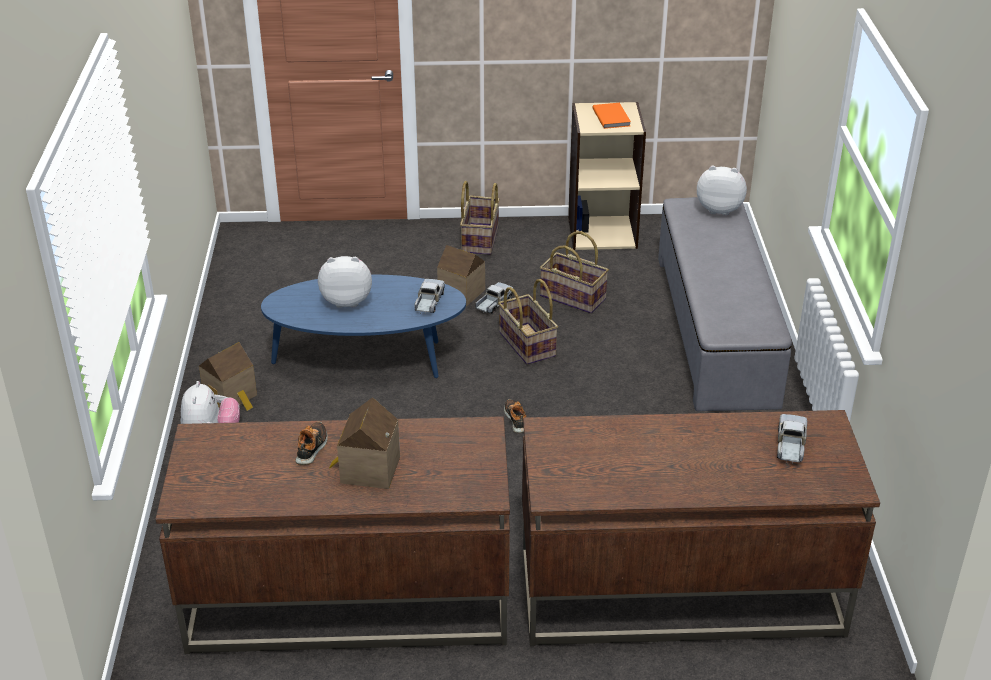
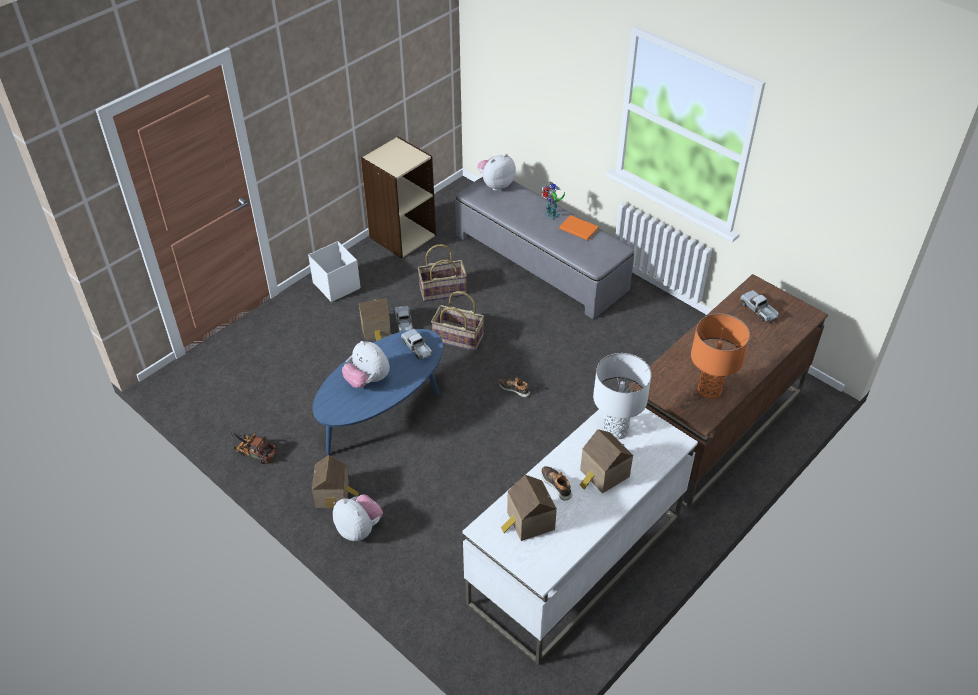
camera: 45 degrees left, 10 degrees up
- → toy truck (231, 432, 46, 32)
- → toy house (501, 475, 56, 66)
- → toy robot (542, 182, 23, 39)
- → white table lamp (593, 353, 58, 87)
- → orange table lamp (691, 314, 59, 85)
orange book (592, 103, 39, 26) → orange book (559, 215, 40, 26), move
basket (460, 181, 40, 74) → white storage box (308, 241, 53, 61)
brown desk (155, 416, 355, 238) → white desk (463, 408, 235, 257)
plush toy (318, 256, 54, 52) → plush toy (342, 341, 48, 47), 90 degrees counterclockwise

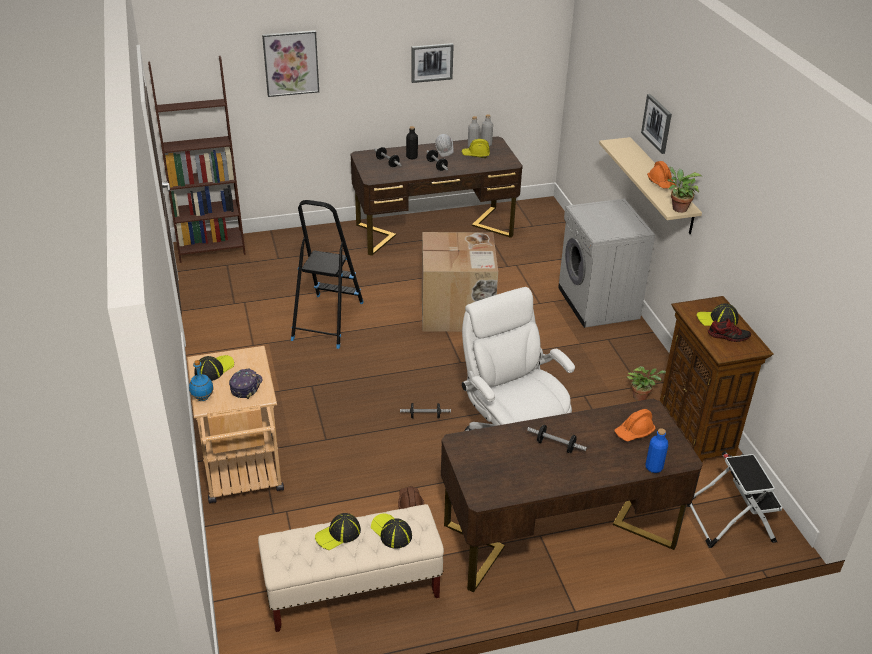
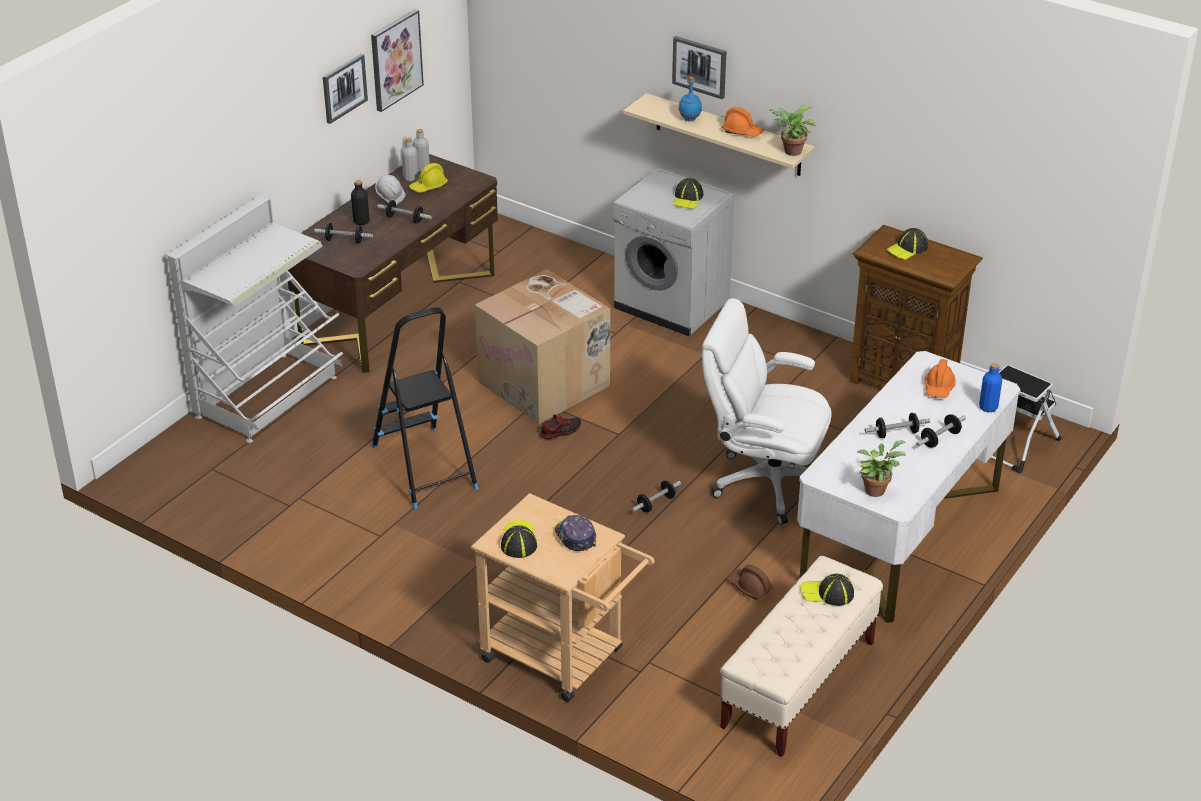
camera: 40 degrees left, 0 degrees up
brown bookcase (148, 56, 98, 207) → -
- → white shoe rack (167, 195, 176, 248)
- → dumbbell (916, 414, 50, 34)
blue bottle (189, 360, 25, 41) → blue bottle (679, 76, 23, 46), move
picture (262, 30, 57, 67) → picture (371, 9, 53, 103), move
cap (315, 513, 46, 37) → cap (672, 178, 31, 31), move
potted plant (627, 366, 39, 35) → potted plant (857, 440, 49, 57), move
shoe (708, 318, 43, 24) → shoe (540, 414, 41, 25), move
brown desk (441, 399, 262, 193) → white desk (797, 351, 223, 272)

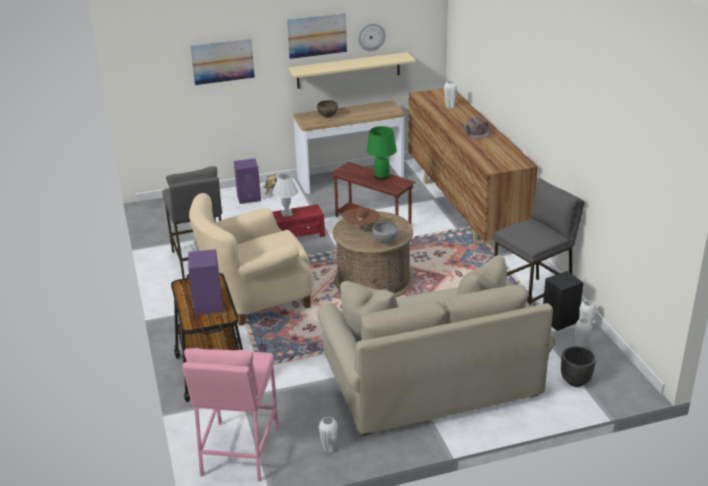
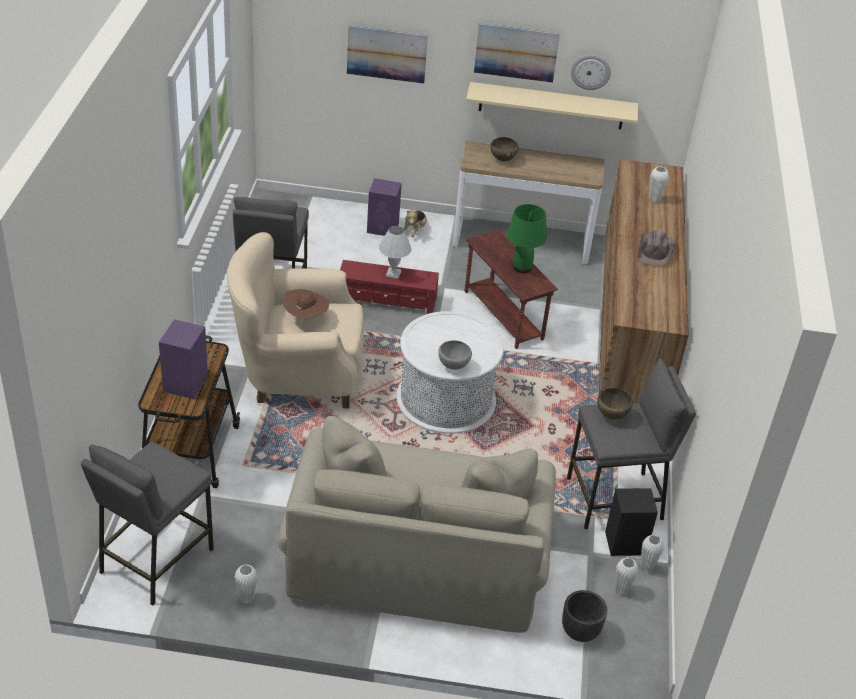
camera: 20 degrees right, 10 degrees up
- → brown bowl (597, 388, 36, 32)
brown hat (342, 207, 38, 24) → brown hat (283, 289, 46, 33), move
pink stool (183, 348, 96, 134) → grey stool (81, 442, 133, 164)
brown coffee table (333, 211, 80, 86) → white coffee table (396, 311, 108, 123)

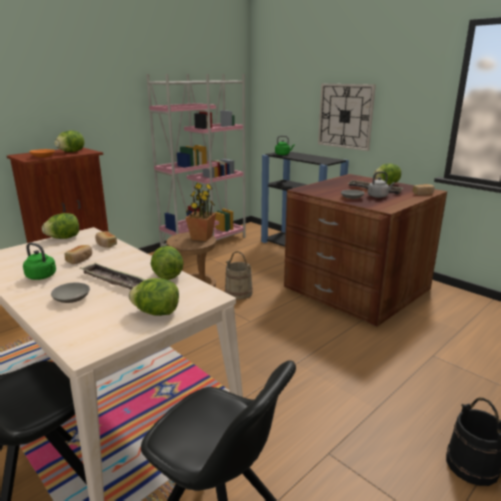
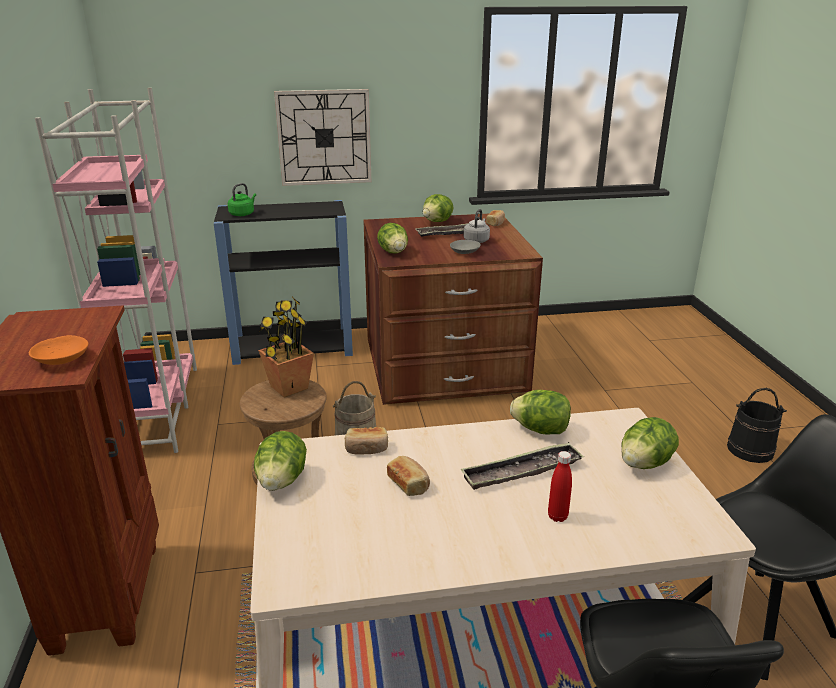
camera: 55 degrees left, 5 degrees up
green kettle (23, 243, 33, 37) → -
lettuce (54, 130, 30, 22) → lettuce (377, 223, 31, 31), move
grey bowl (51, 282, 39, 21) → red bottle (548, 451, 24, 71)

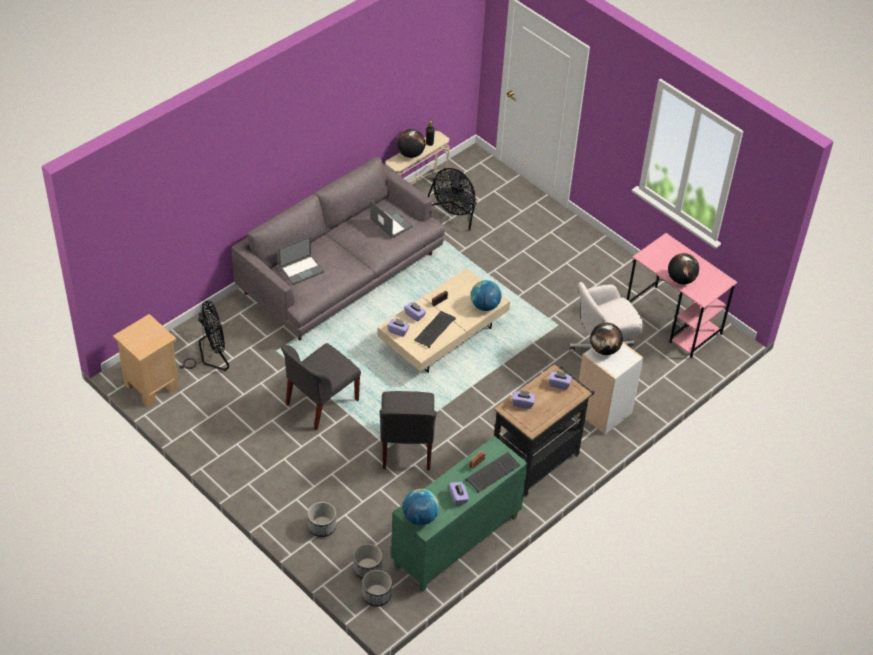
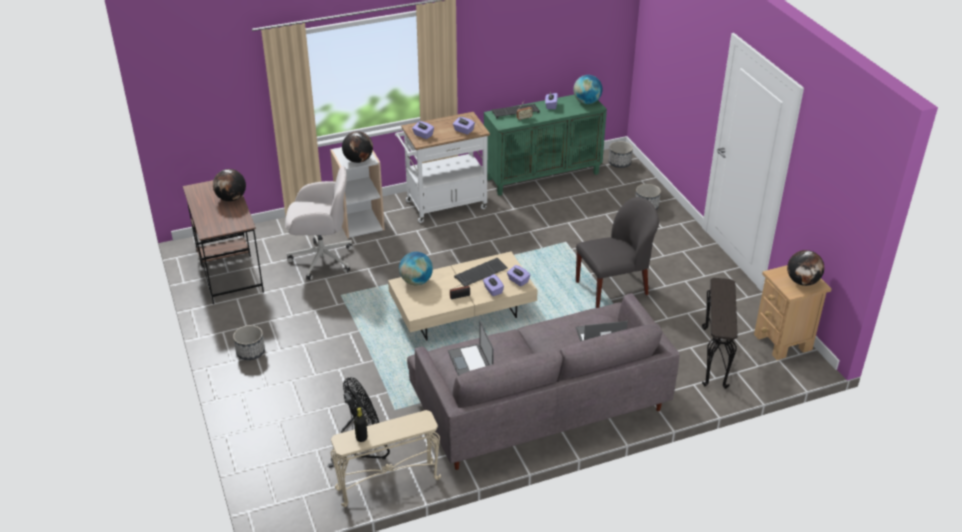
camera: 155 degrees left, 10 degrees down
grey chair (380, 391, 57, 79) → -
planter (353, 544, 29, 35) → planter (233, 325, 32, 35), move
globe (397, 129, 29, 29) → globe (787, 250, 37, 36), move
black fan (179, 300, 50, 72) → black side table (702, 278, 36, 111)
black cart (494, 364, 100, 133) → white cart (395, 112, 95, 111)
pink desk (627, 233, 110, 125) → brown desk (183, 180, 81, 124)

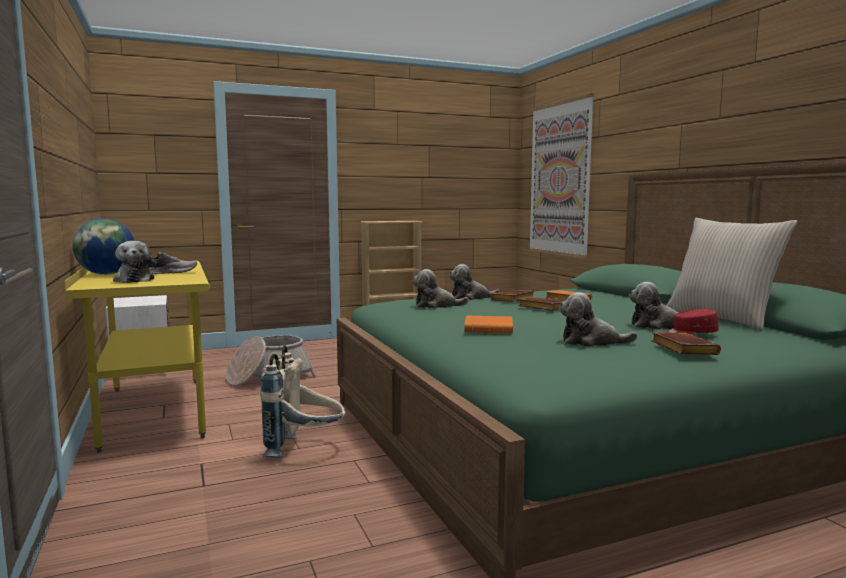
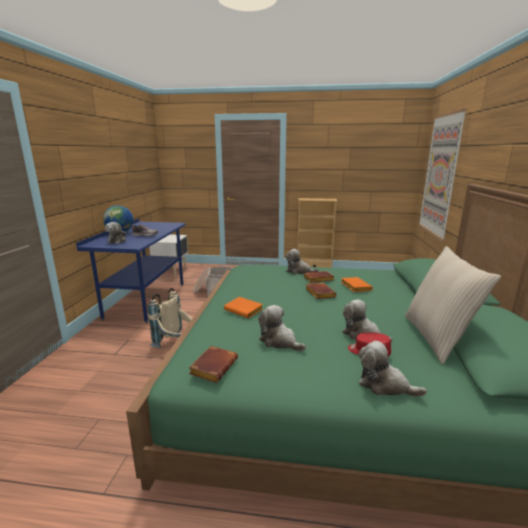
camera: 30 degrees right, 10 degrees up
plush toy (412, 269, 57, 39) → plush toy (359, 341, 68, 56), move
brown book (651, 332, 70, 23) → brown book (189, 346, 49, 37), move
yellow desk (64, 261, 146, 192) → blue desk (76, 218, 110, 106)

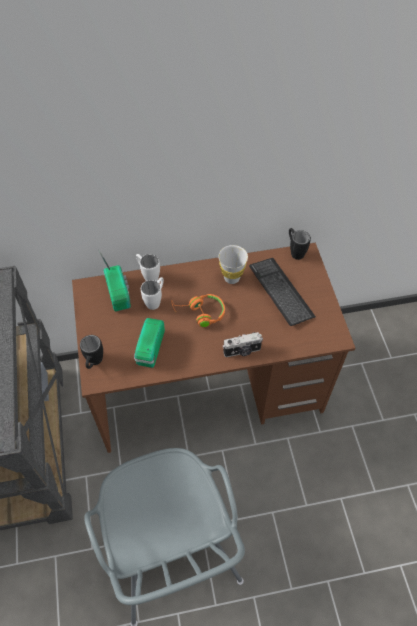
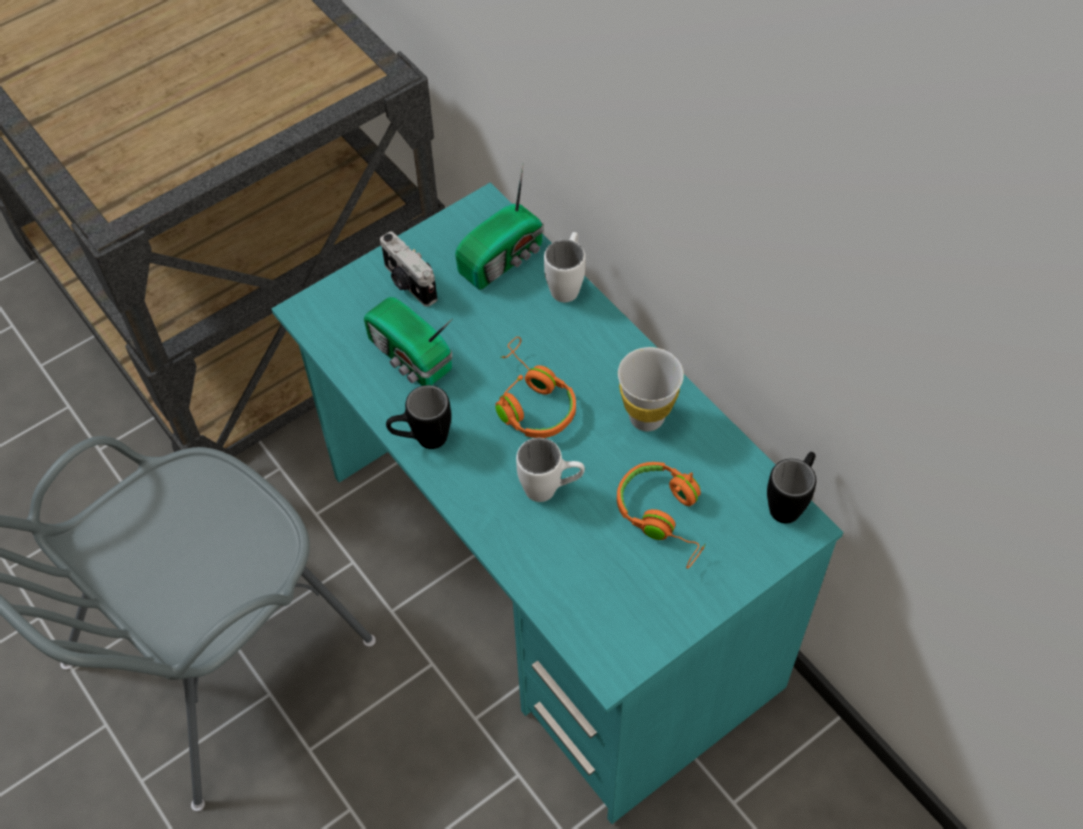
camera: 65 degrees right, 0 degrees up
black mug (80, 335, 23, 34) → black mug (386, 385, 65, 64), move
white mug (141, 277, 23, 33) → white mug (516, 438, 69, 64), move
photo camera (223, 332, 40, 25) → photo camera (380, 231, 57, 76), move
keyboard (249, 258, 67, 68) → orange headphones (617, 462, 89, 107)
brown desk (72, 243, 283, 210) → turquoise desk (271, 182, 572, 642)
radio (134, 318, 31, 50) → radio (364, 297, 89, 89), 120 degrees counterclockwise

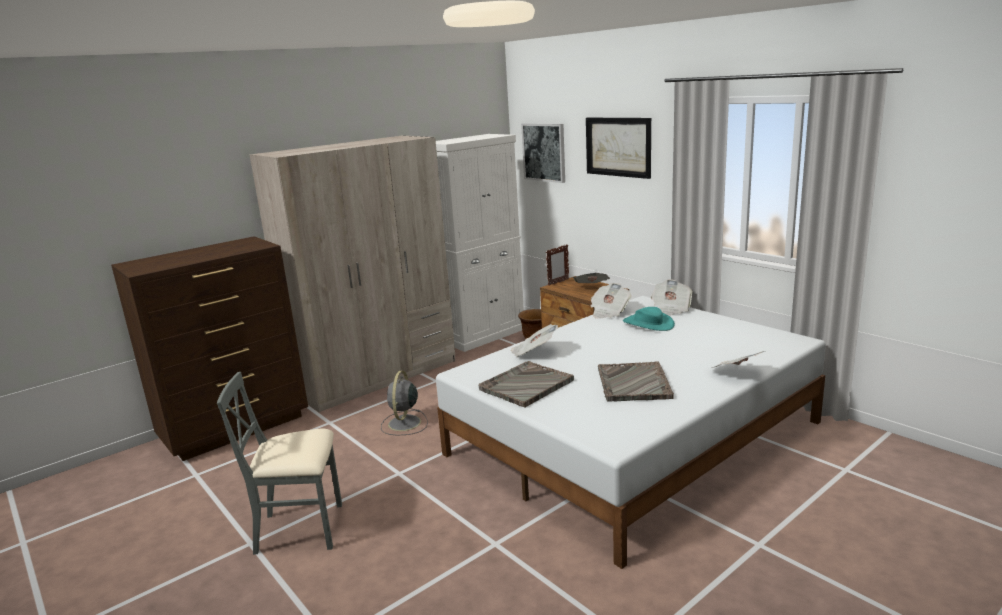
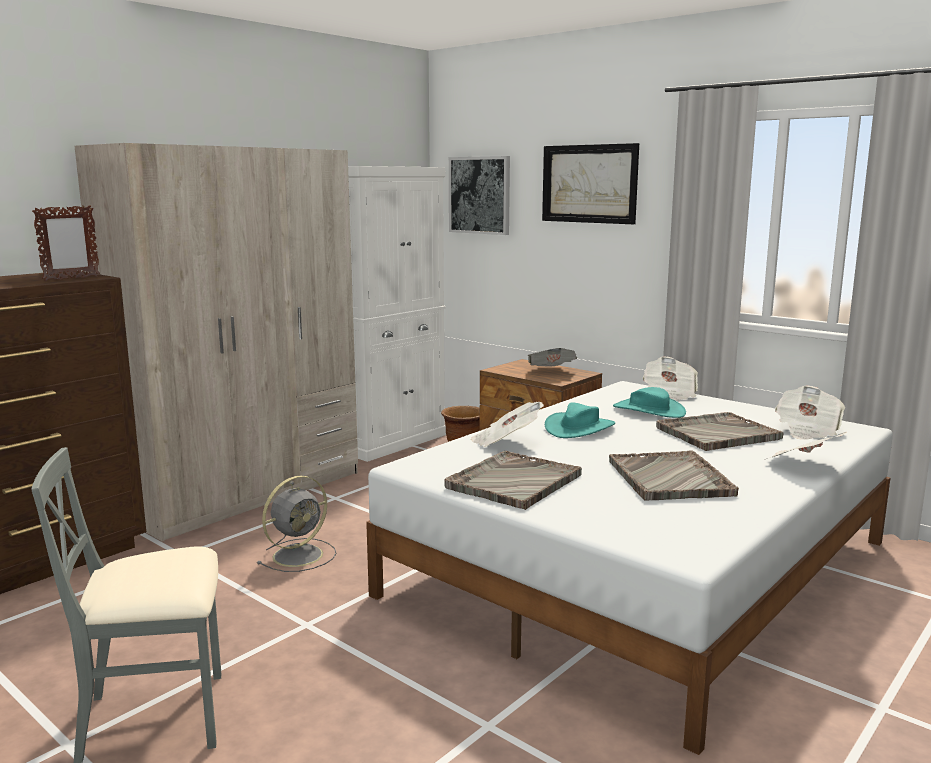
camera: 10 degrees left, 5 degrees down
- → turquoise hat (545, 402, 70, 36)
- → grey tray (656, 412, 127, 39)
picture frame (546, 244, 23, 42) → picture frame (32, 205, 68, 76), move
newspaper (590, 283, 41, 36) → newspaper (775, 386, 70, 54), move
grey fan (381, 371, 47, 64) → grey fan (257, 476, 79, 96), 135 degrees counterclockwise

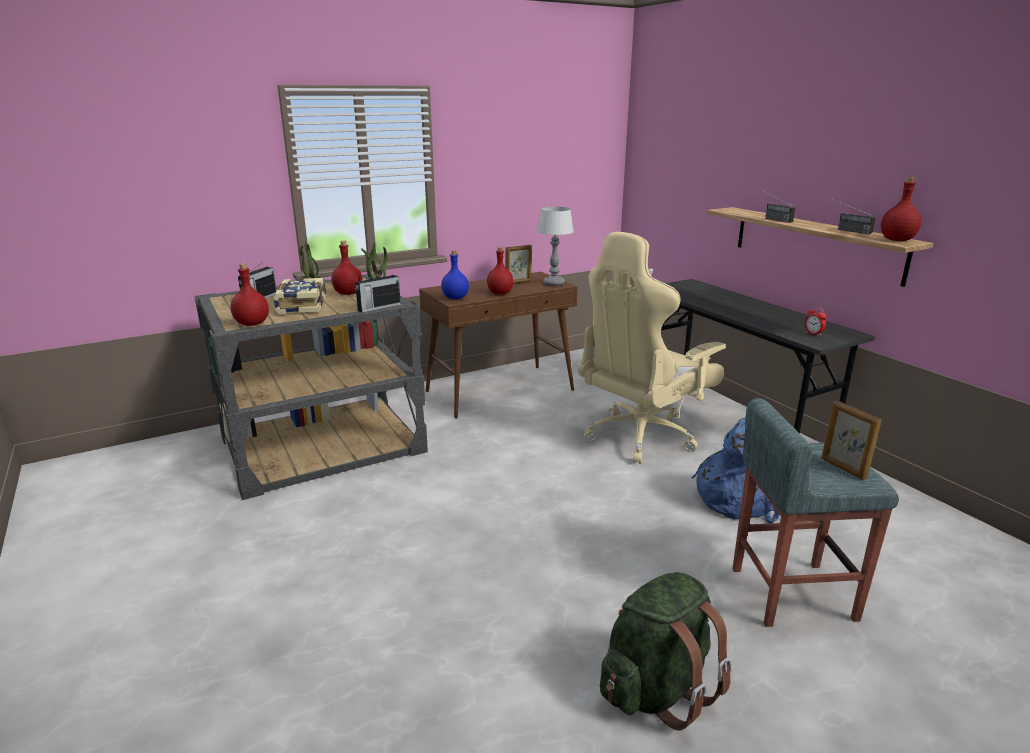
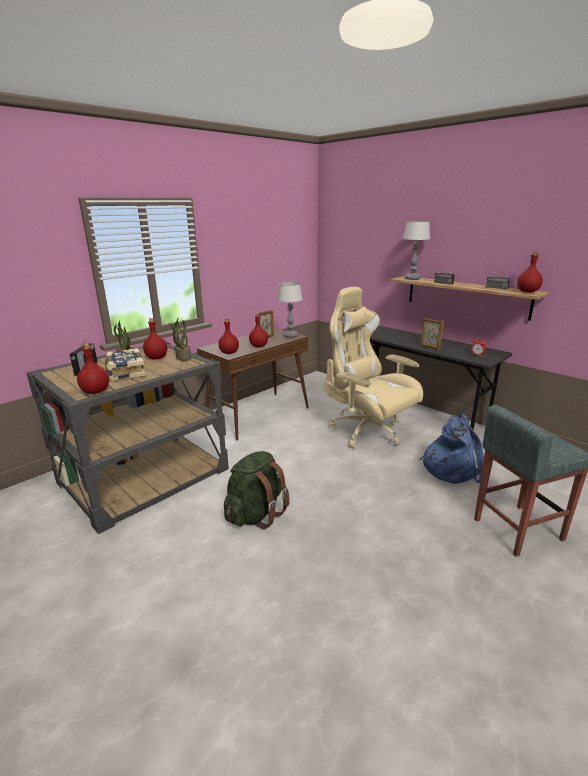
camera: 15 degrees left, 0 degrees up
radio (355, 269, 46, 44) → -
- → table lamp (403, 221, 27, 59)
green backpack (600, 572, 132, 158) → green backpack (224, 451, 66, 78), move
picture frame (821, 401, 60, 79) → picture frame (421, 318, 23, 32), move
blue bottle (441, 251, 28, 48) → red bottle (218, 319, 21, 35)
beige office chair (578, 232, 148, 232) → beige office chair (323, 287, 100, 162), 105 degrees clockwise

